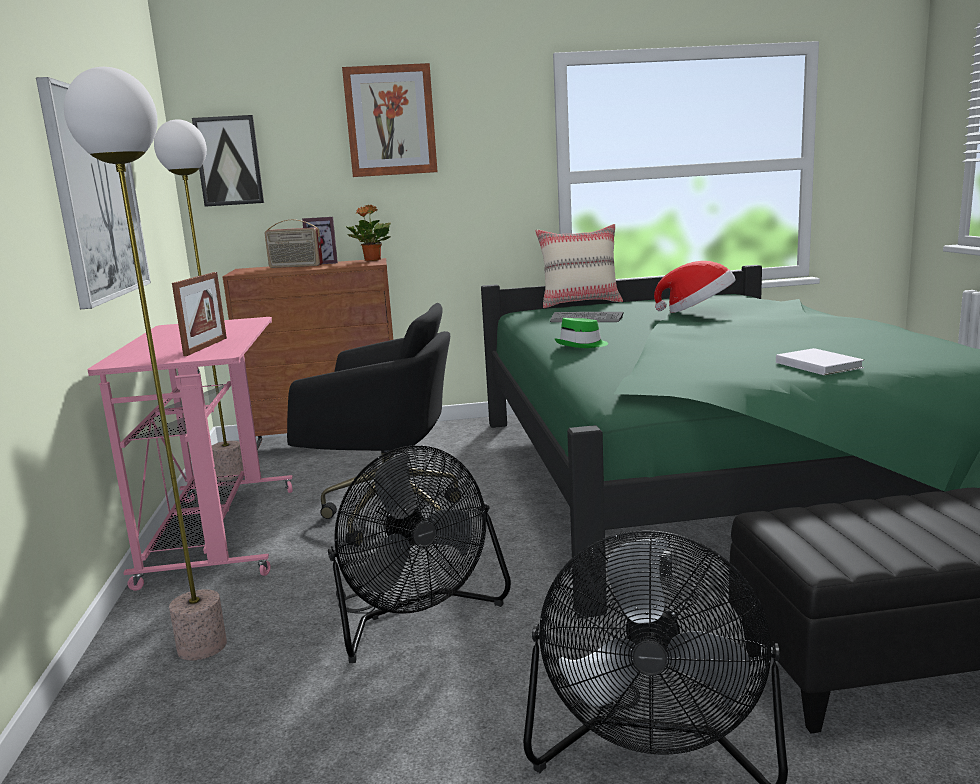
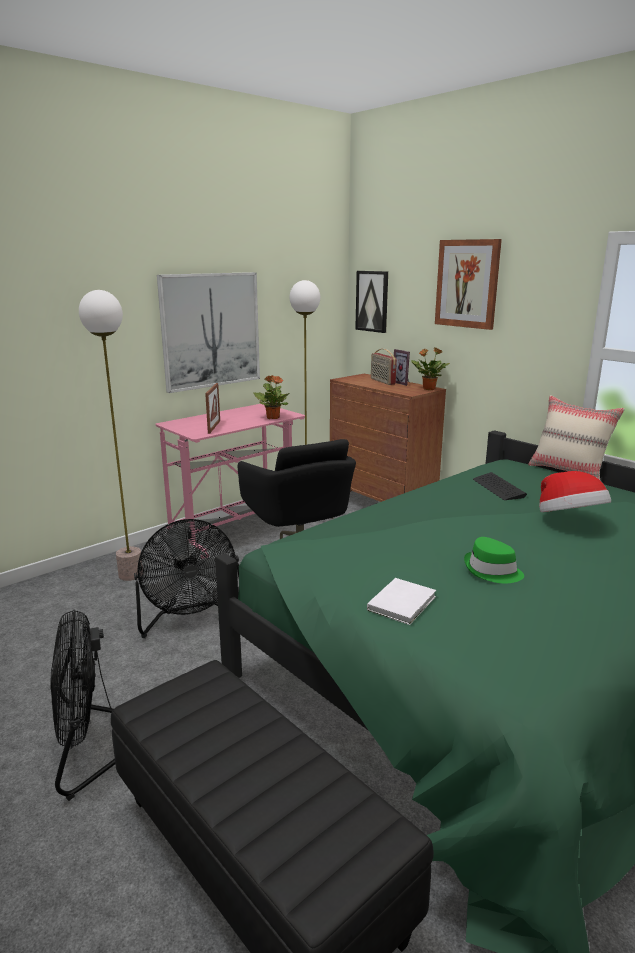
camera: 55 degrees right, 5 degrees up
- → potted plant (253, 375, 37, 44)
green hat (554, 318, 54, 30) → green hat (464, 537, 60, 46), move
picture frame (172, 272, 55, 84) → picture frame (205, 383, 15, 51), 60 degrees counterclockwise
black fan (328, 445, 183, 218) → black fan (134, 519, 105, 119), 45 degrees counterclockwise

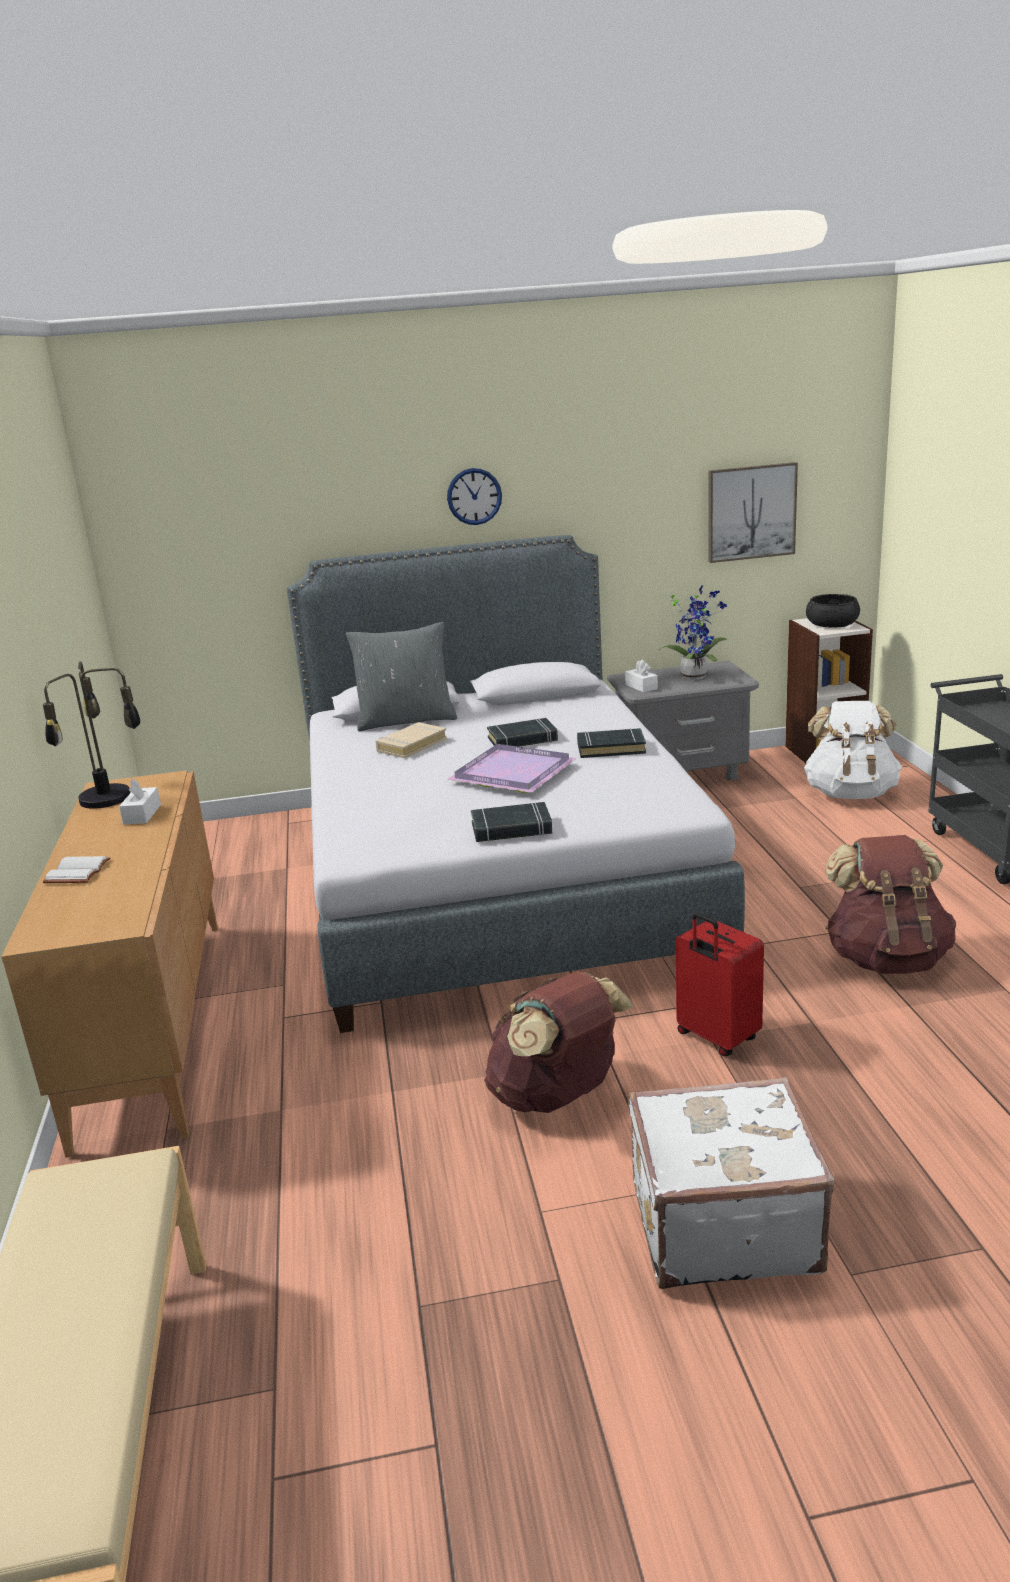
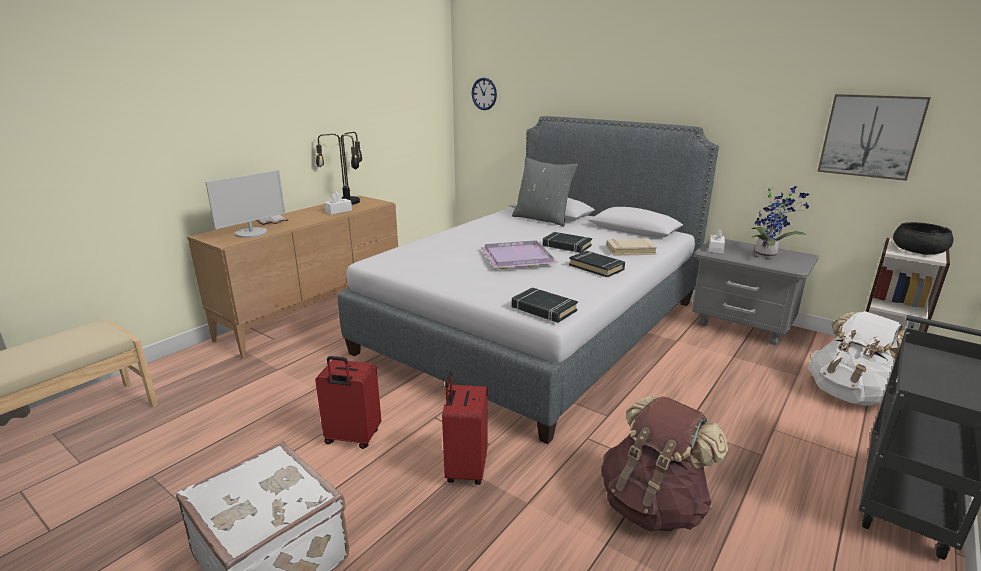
camera: 45 degrees right, 0 degrees up
- → monitor (205, 170, 80, 68)
beige book (375, 722, 72, 37) → beige book (606, 238, 51, 18), move
wall clock (447, 468, 55, 57) → wall clock (472, 78, 25, 32), move
black book (471, 802, 81, 40) → black book (512, 287, 66, 36), move
brown backpack (484, 972, 149, 141) → red suitcase (315, 356, 66, 93)

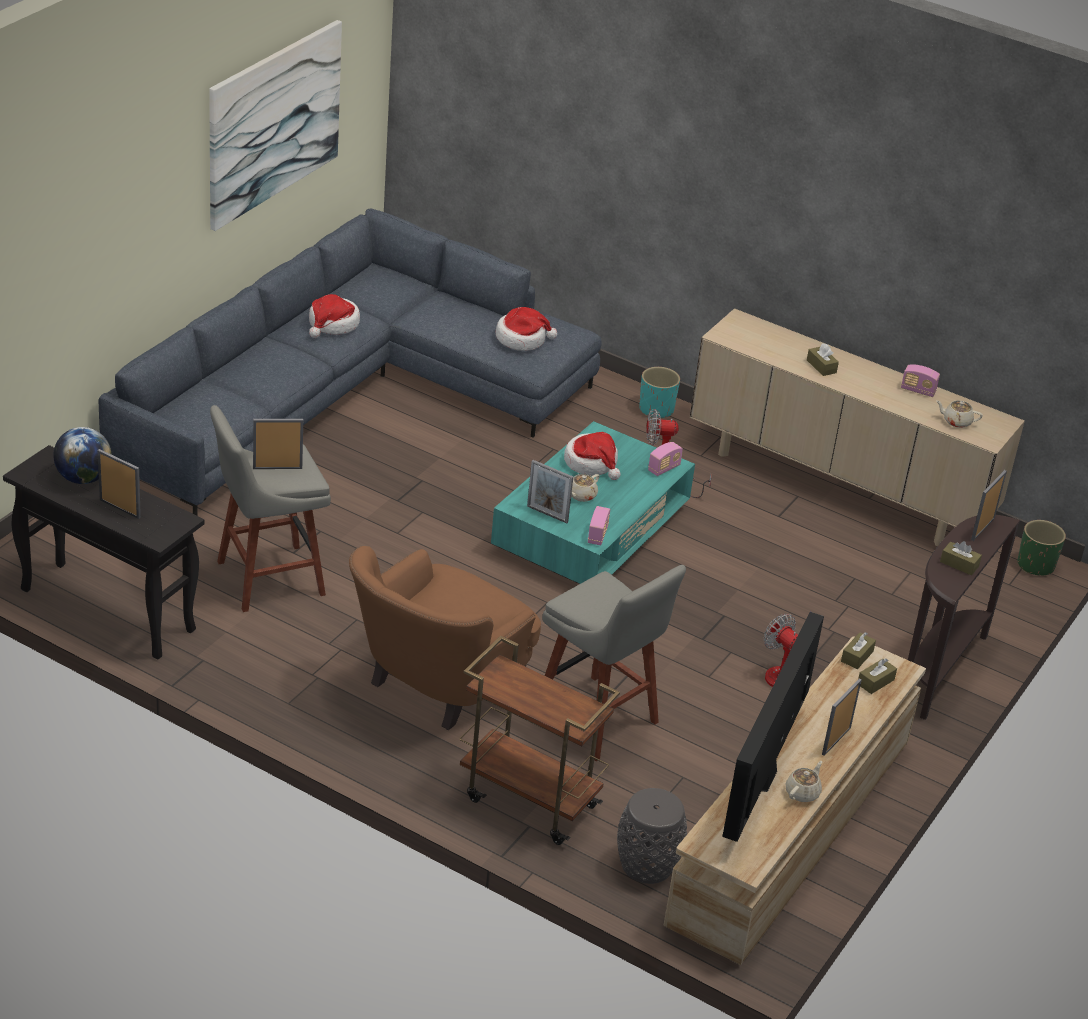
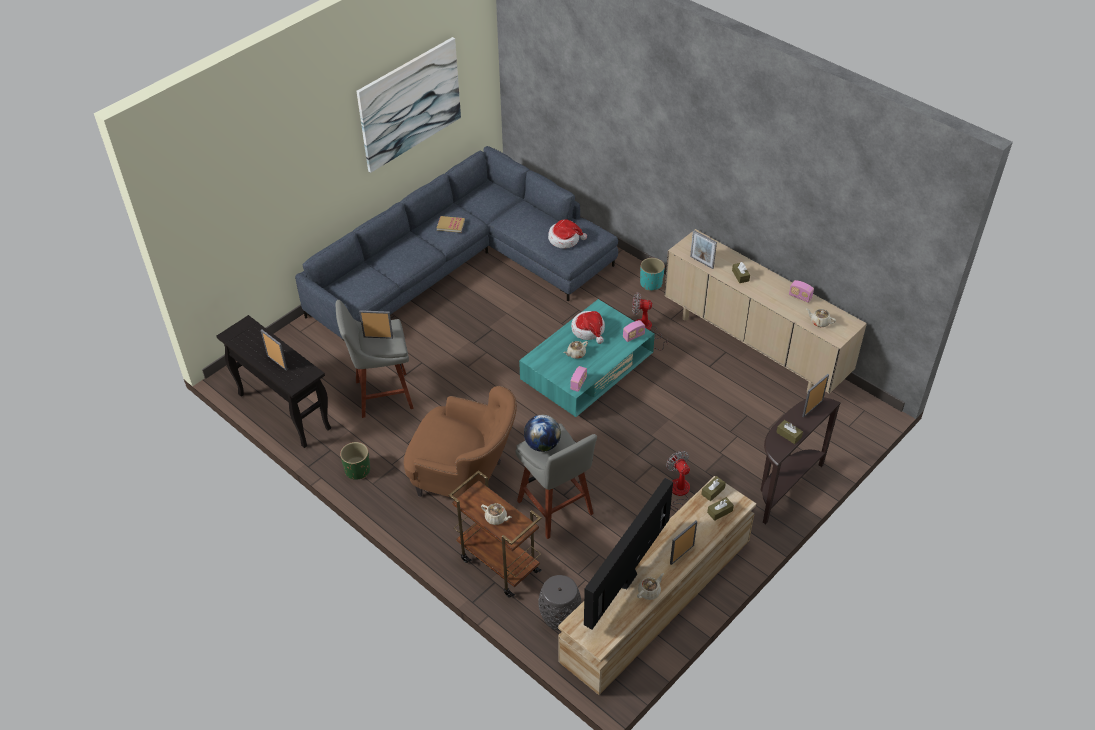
camera: 15 degrees right, 10 degrees up
- → beige teapot (481, 503, 31, 22)
globe (53, 427, 59, 57) → globe (524, 415, 37, 37), move
picture frame (527, 460, 46, 63) → picture frame (690, 230, 27, 39), move
green planter (1018, 520, 48, 56) → green planter (340, 442, 30, 38), move
hat (309, 294, 51, 44) → book (437, 216, 28, 17)
brown armchair (349, 546, 192, 184) → brown armchair (404, 386, 113, 113), 120 degrees counterclockwise

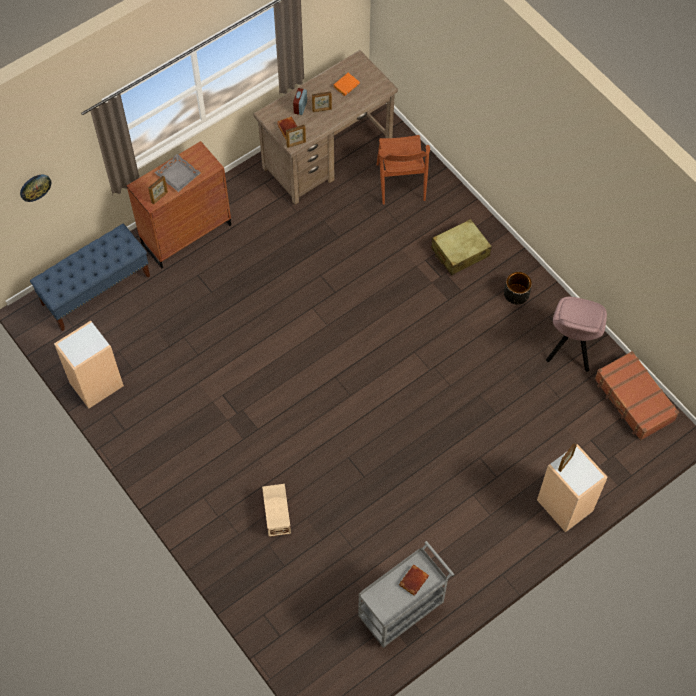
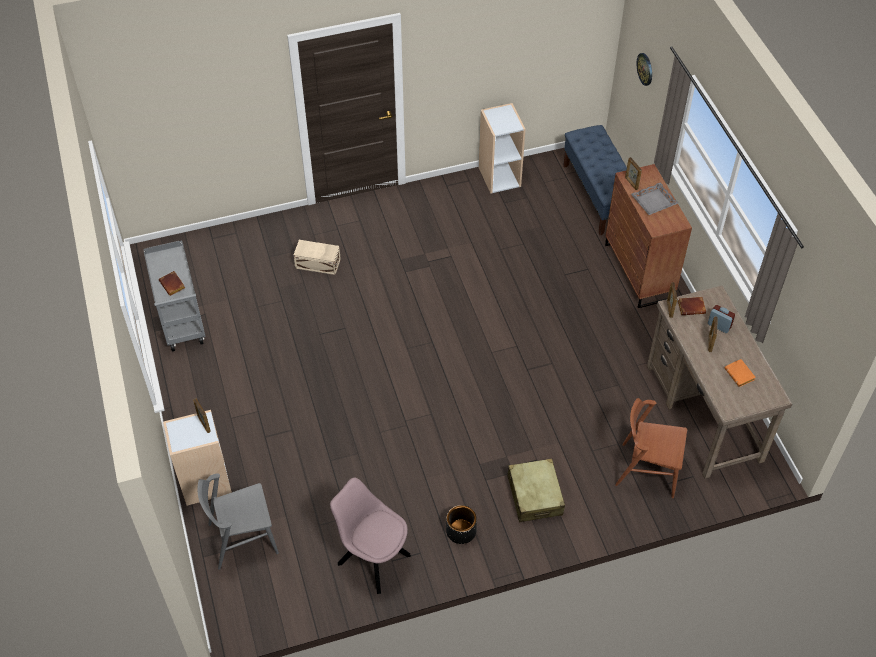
camera: 110 degrees right, 10 degrees down
brown suitcase (595, 351, 84, 90) → -
- → grey chair (198, 473, 81, 97)

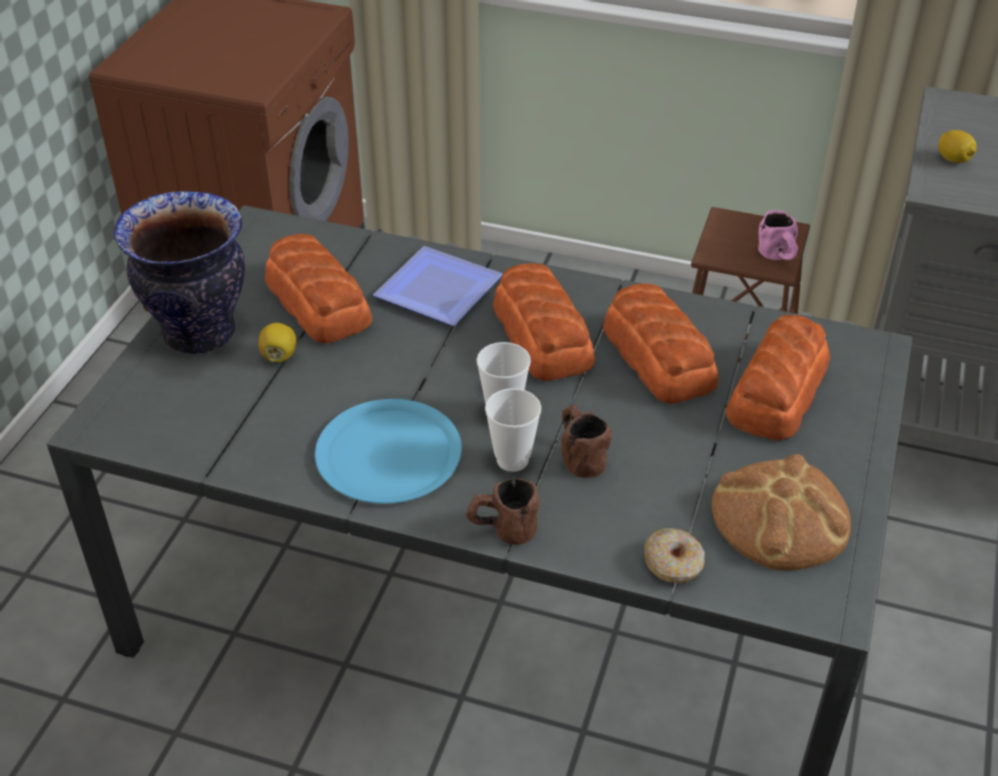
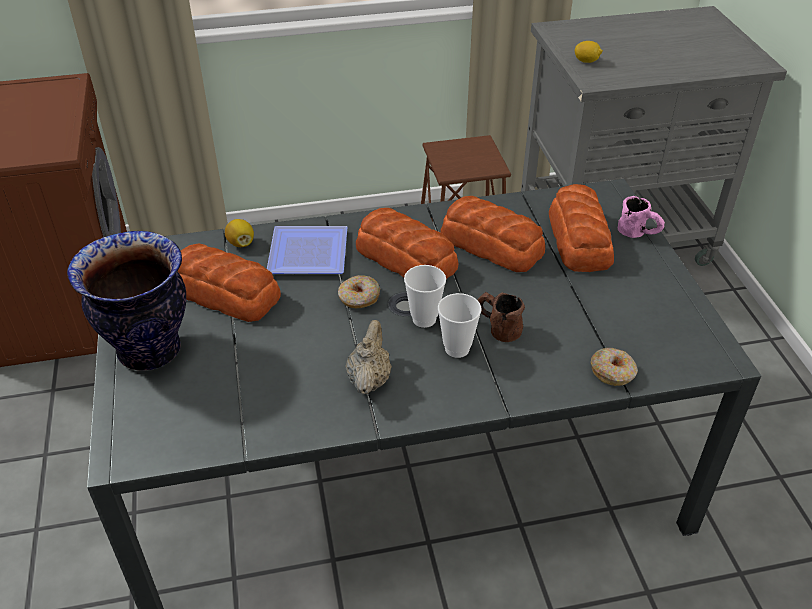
camera: 30 degrees left, 0 degrees up
brown mug (466, 478, 73, 67) → -
bread (712, 454, 139, 116) → -
- → donut (338, 275, 42, 33)
lemon (258, 323, 39, 39) → lemon (225, 219, 29, 28), move
pink mug (758, 210, 40, 50) → pink mug (618, 196, 47, 42), move
blue plate (315, 399, 147, 105) → beige teapot (345, 320, 47, 75)

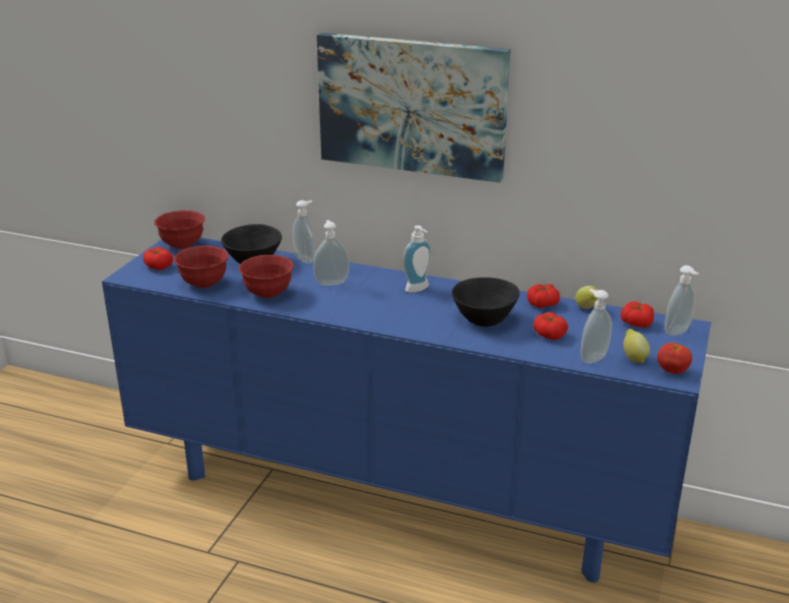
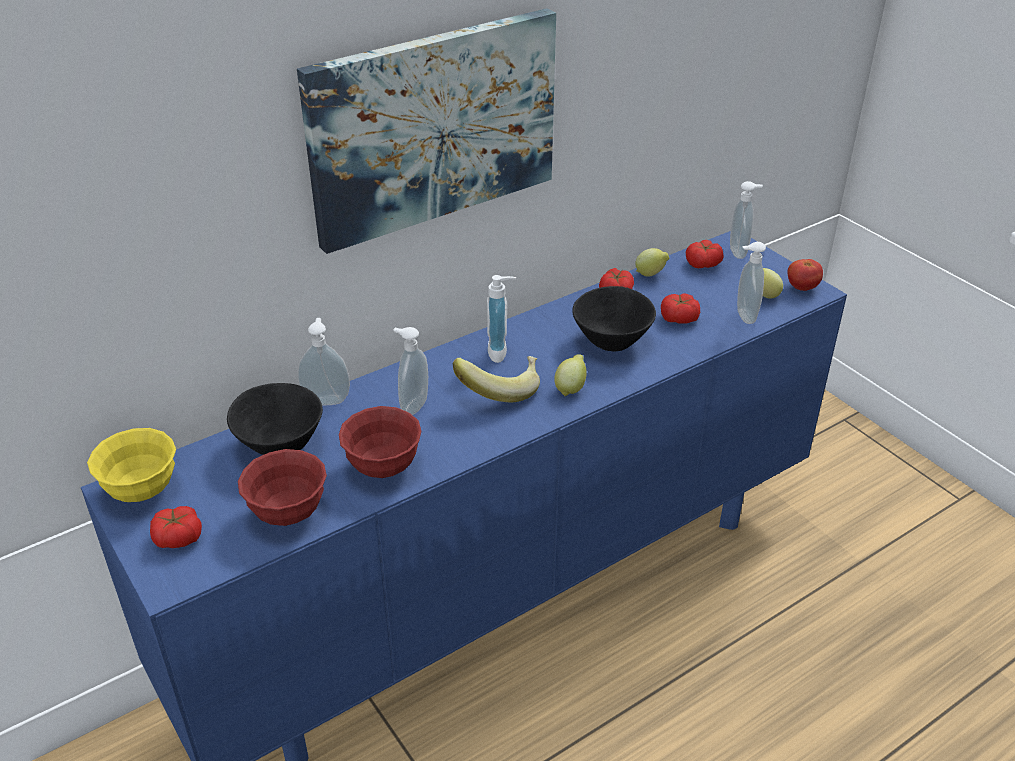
camera: 55 degrees left, 10 degrees up
- → banana (453, 356, 87, 46)
- → lemon (554, 354, 32, 42)
red bowl (154, 210, 51, 39) → yellow bowl (87, 428, 89, 74)

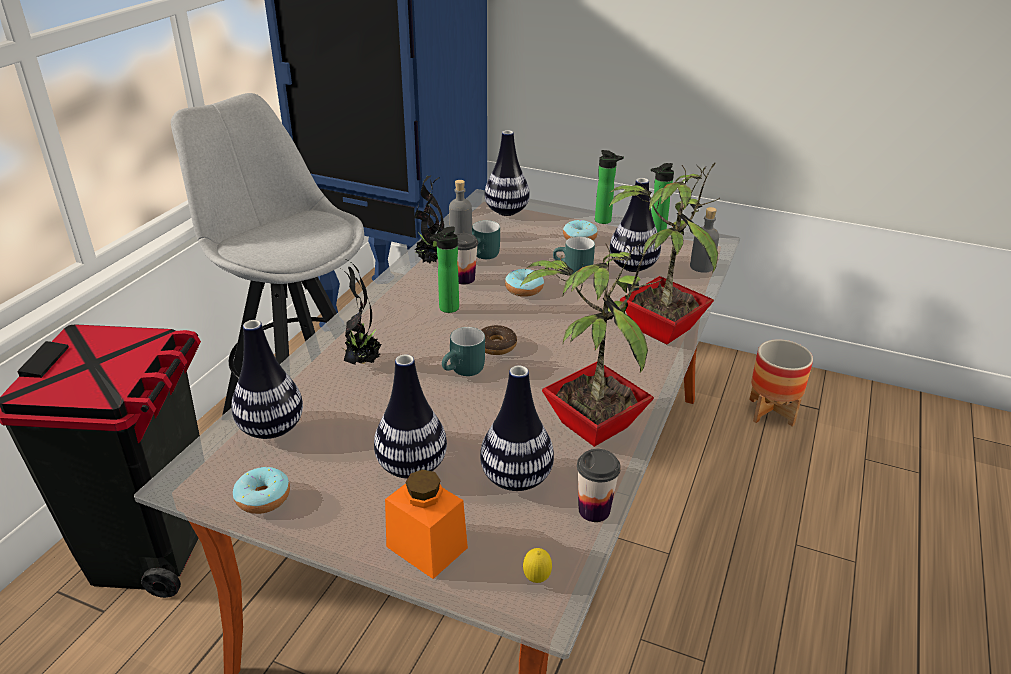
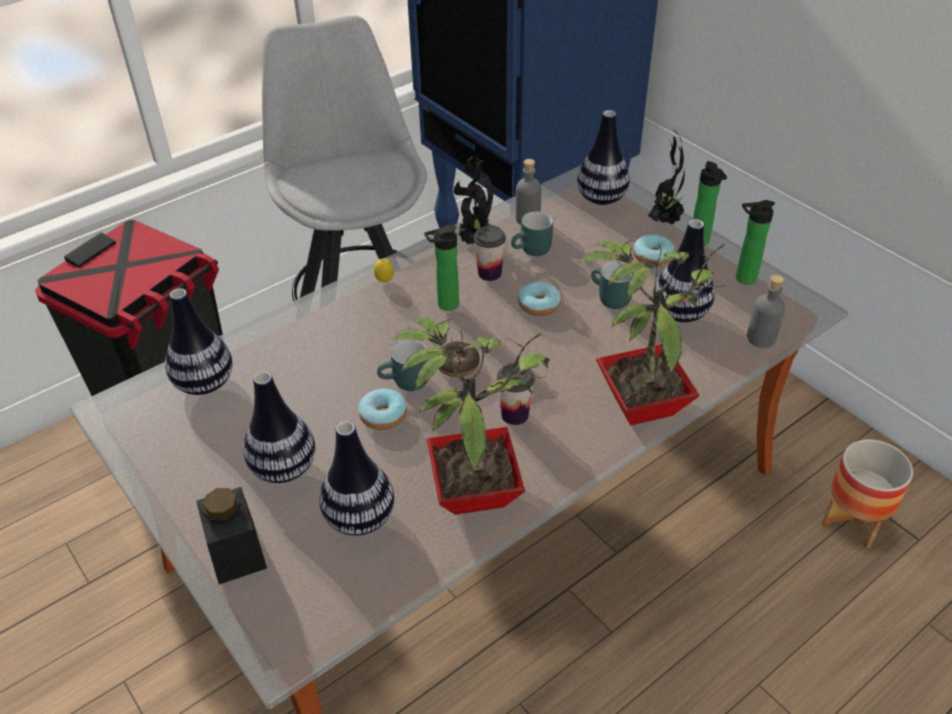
camera: 30 degrees right, 10 degrees up
donut (233, 467, 57, 47) → donut (358, 389, 49, 41), move
potted plant (343, 261, 39, 104) → potted plant (648, 128, 37, 97), move
lemon (523, 548, 29, 35) → lemon (374, 259, 20, 24), move
cup (577, 449, 44, 73) → cup (497, 363, 38, 62), move
orange jar (385, 469, 83, 110) → black jar (196, 487, 71, 98)

